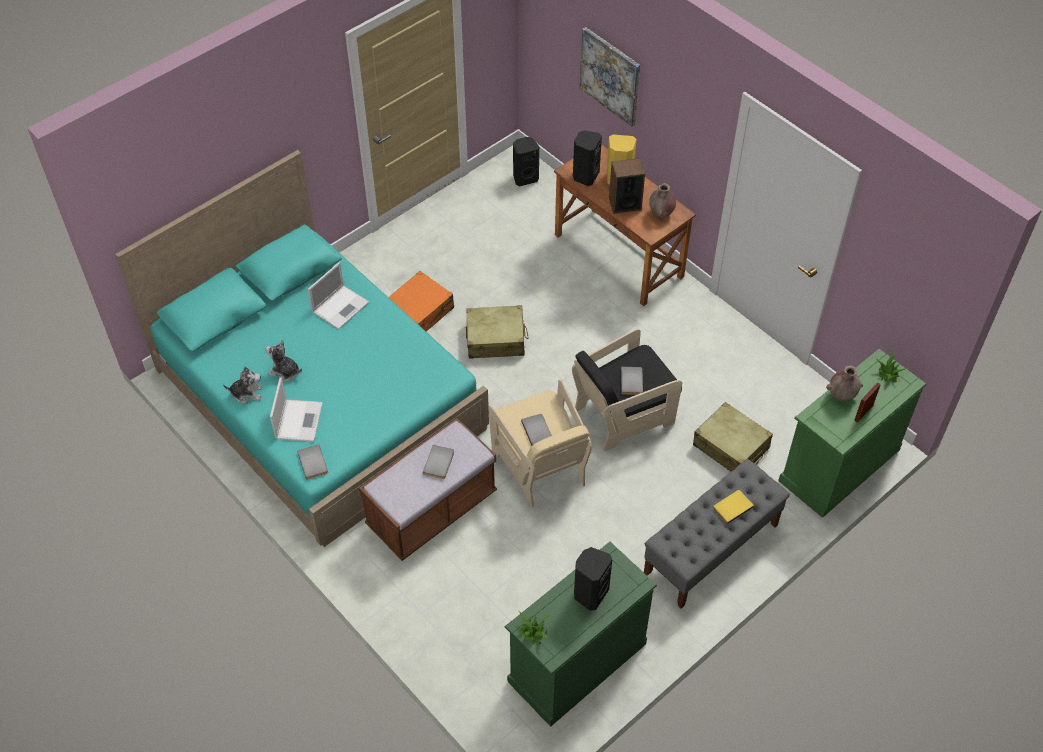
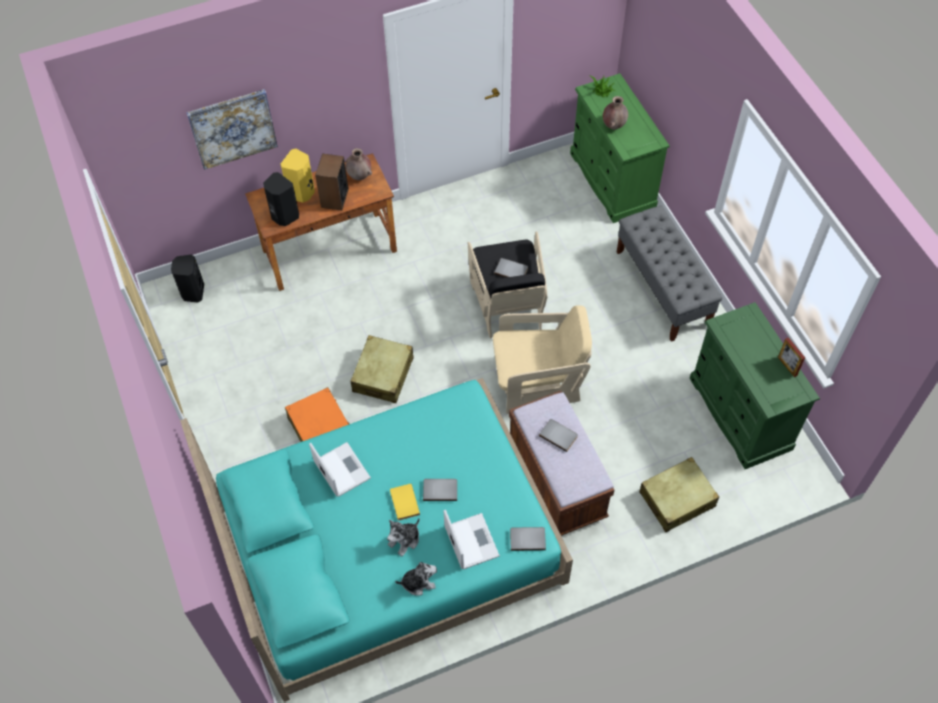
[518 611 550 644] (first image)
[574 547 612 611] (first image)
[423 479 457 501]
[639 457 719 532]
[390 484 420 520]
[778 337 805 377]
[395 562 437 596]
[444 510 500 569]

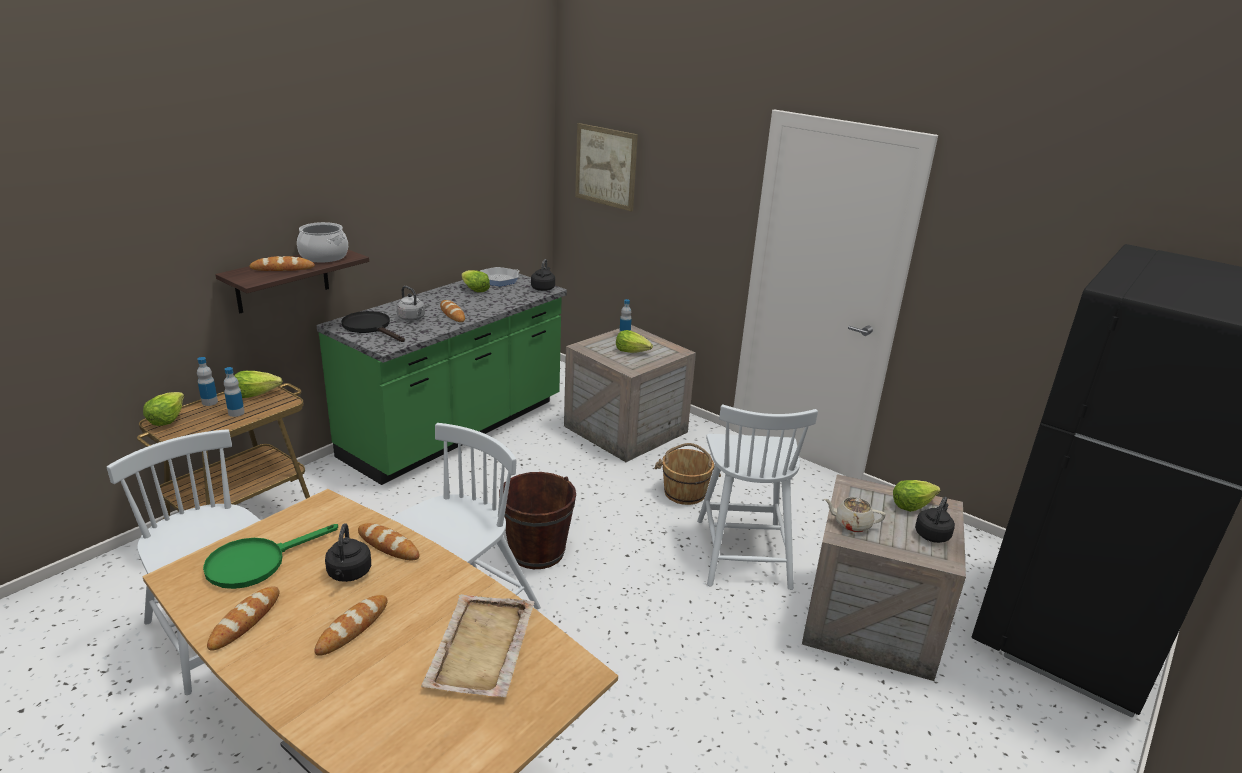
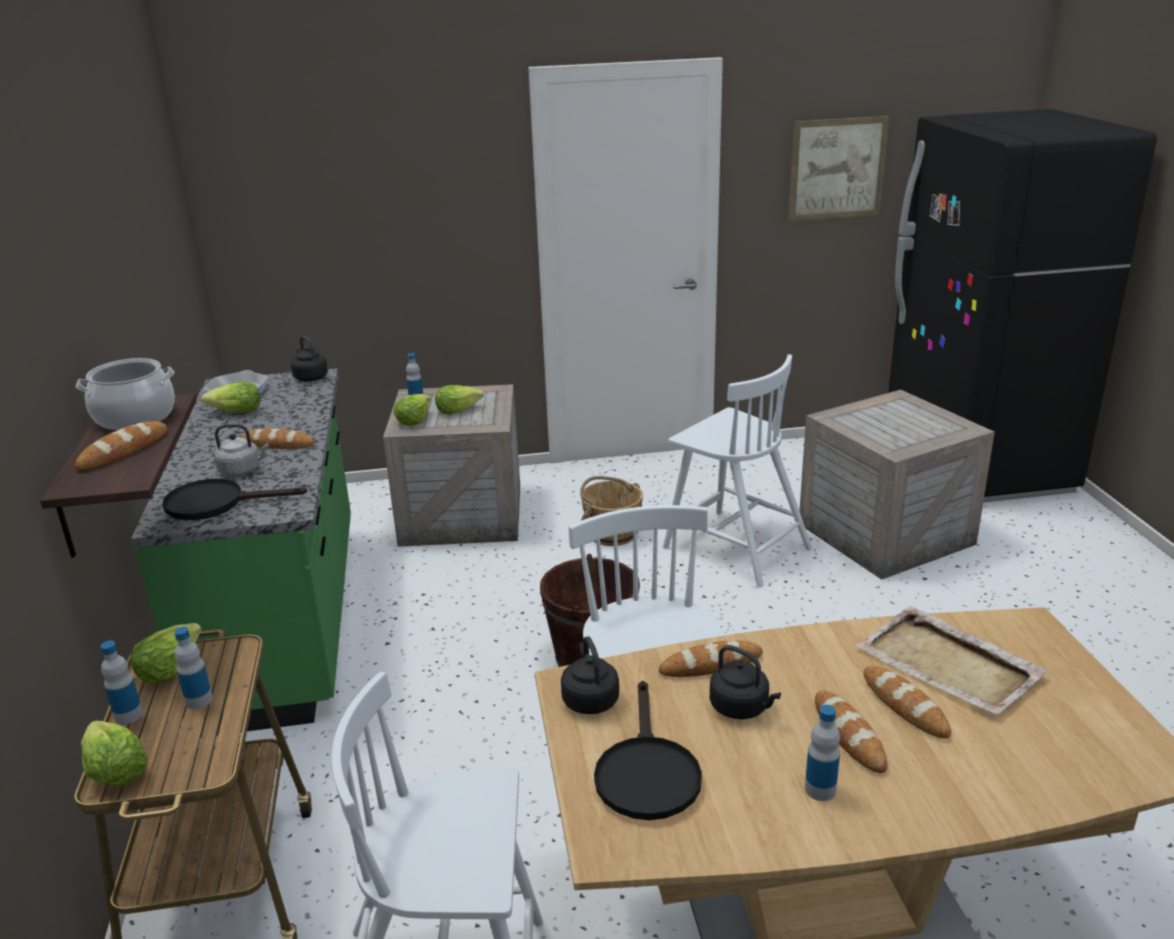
[824 497 886 532] (first image)
[805 705 840 801]
[864 666 951 739]
[788 116 889 221]
[394 394 430 426]
[561 636 619 714]
[594 681 702 820]

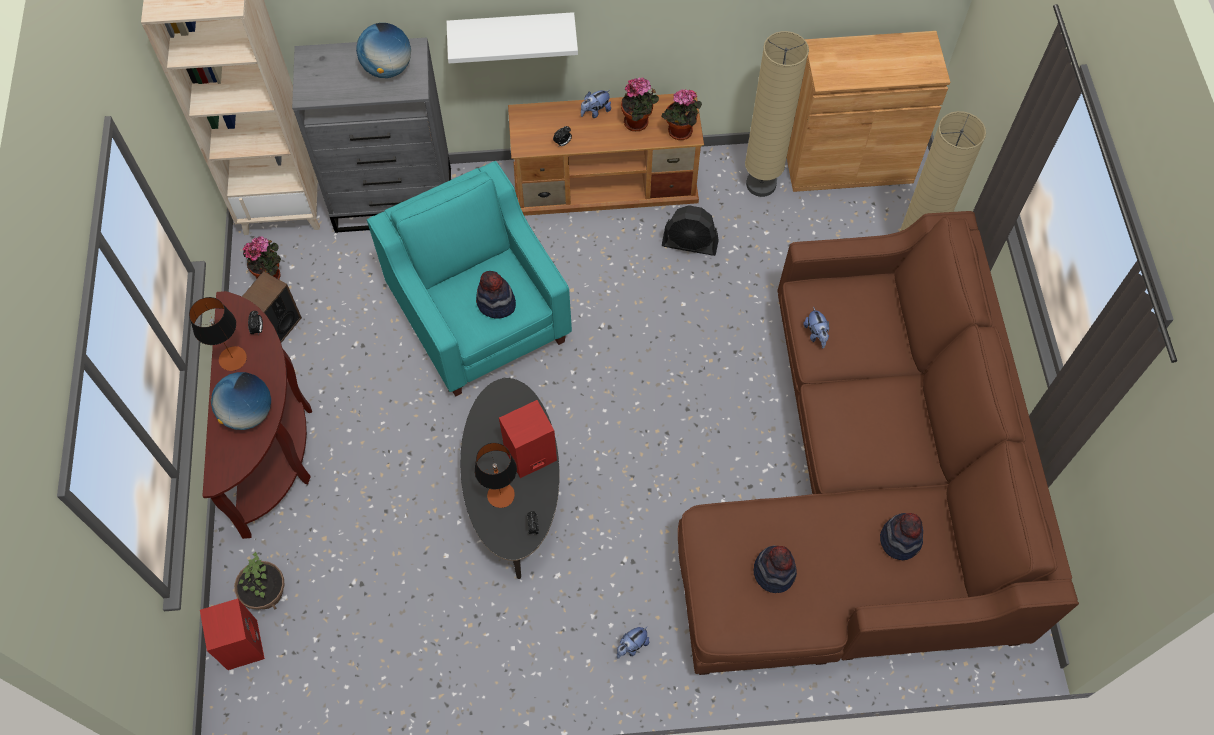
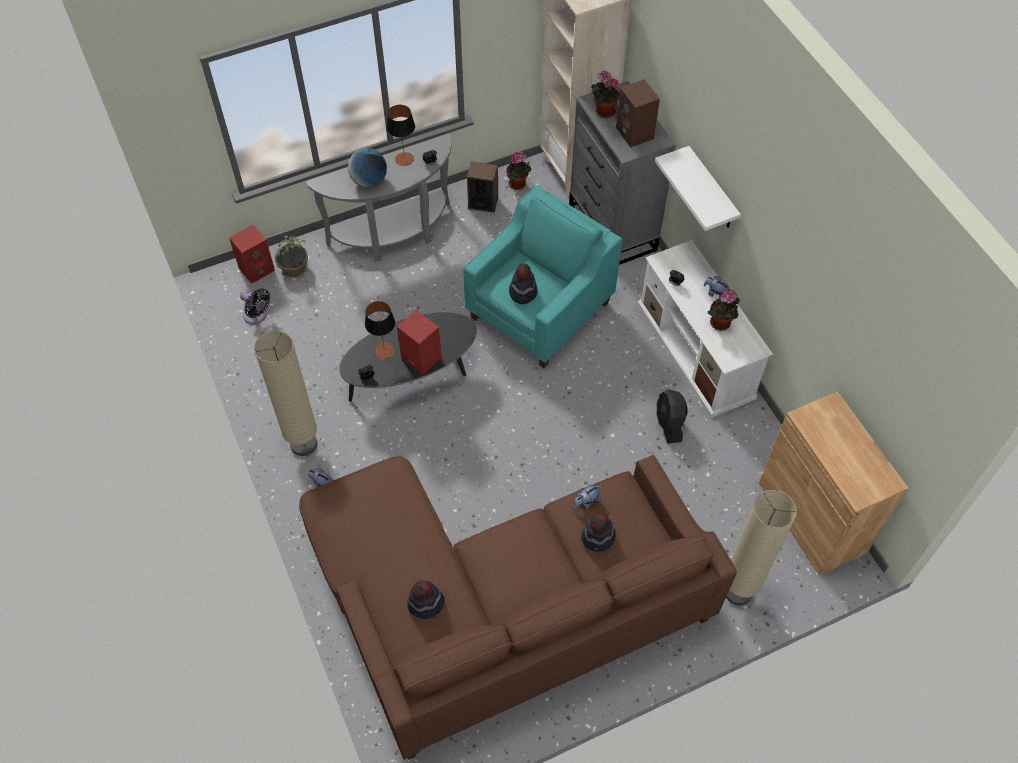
[240 288 270 324]
[591 70 619 118]
[254 331 317 456]
[581 513 616 552]
[616 79 660 148]
[306 134 452 262]
[637 240 773 418]

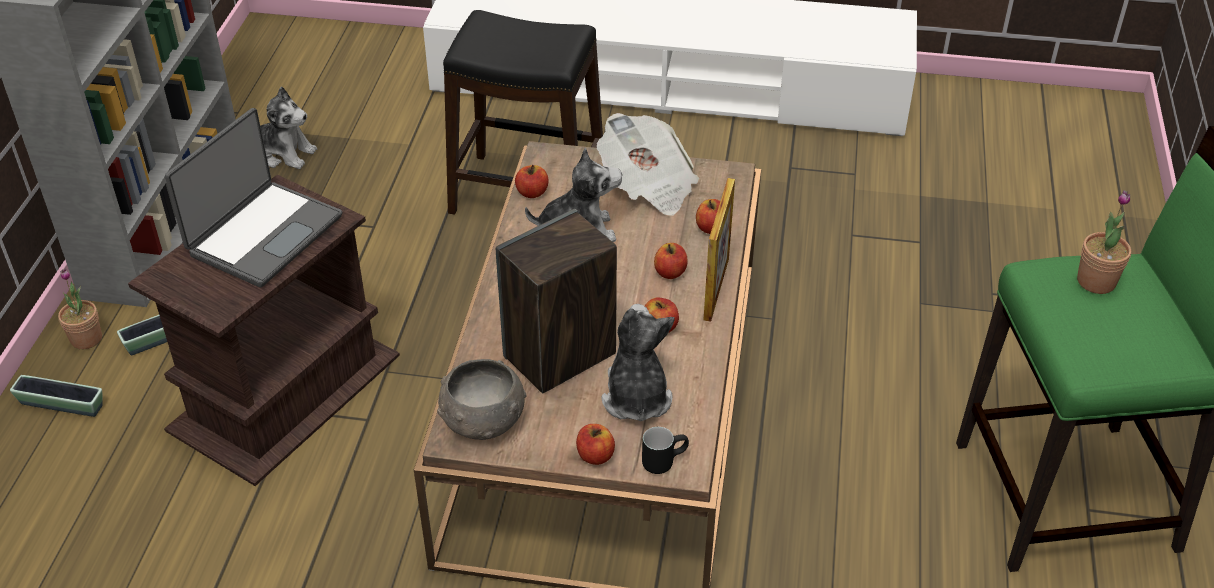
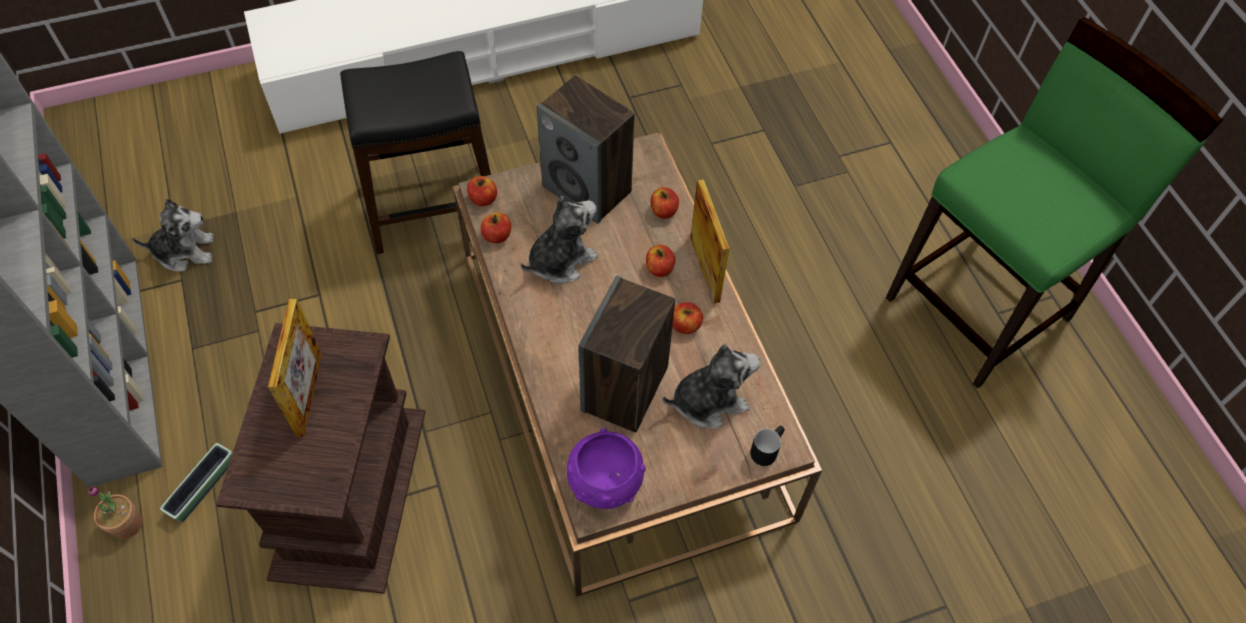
[10 375 102 417] (first image)
[1077 190 1131 294] (first image)
[467 176 497 206]
[268 299 322 437]
[537 76 635 224]
[567 428 646 509]
[663 344 760 428]

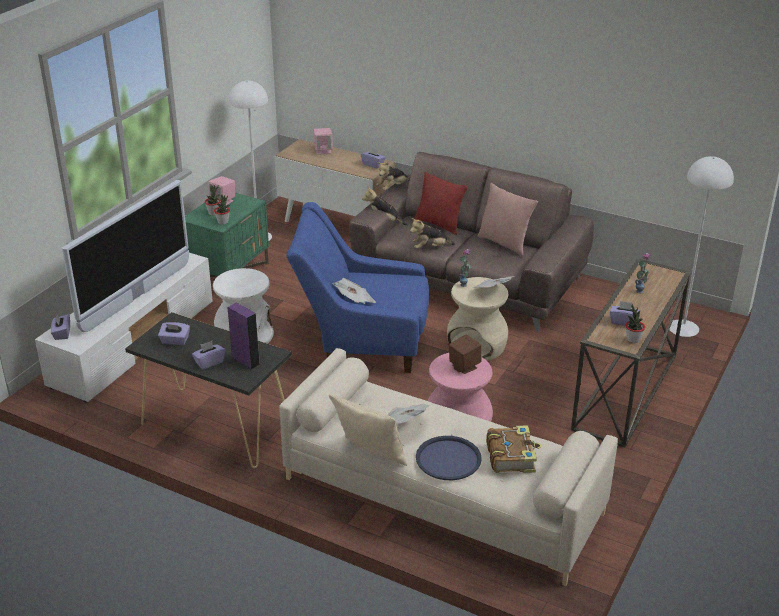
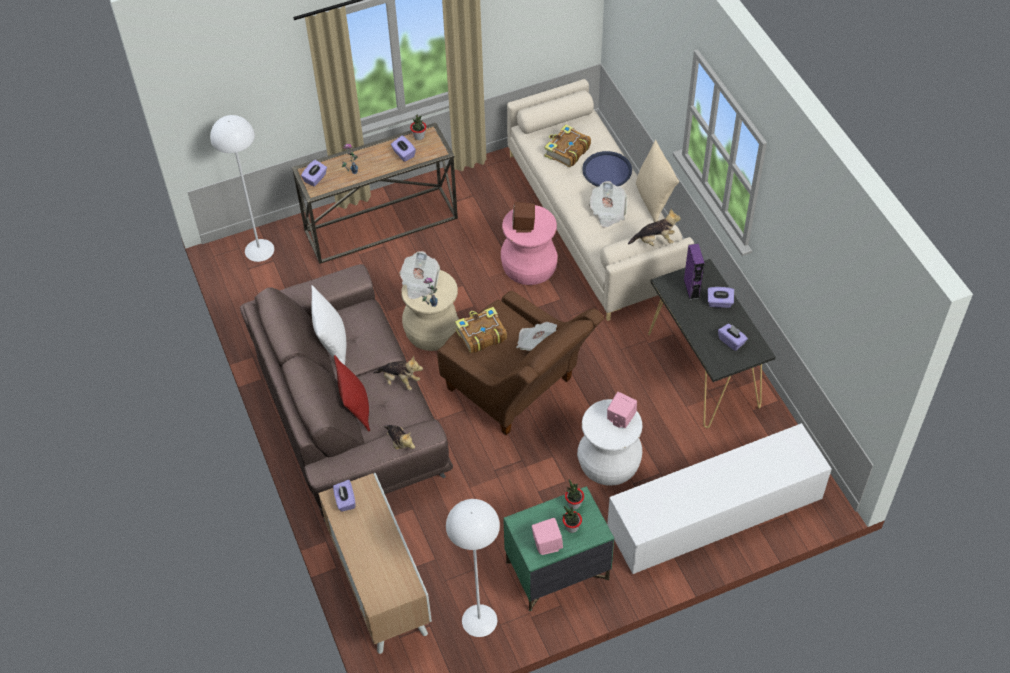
[62 180 189 332] (first image)
[455 307 507 353]
[301 160 327 187]
[607 392 637 428]
[628 209 681 246]
[437 291 604 435]
[311 285 346 365]

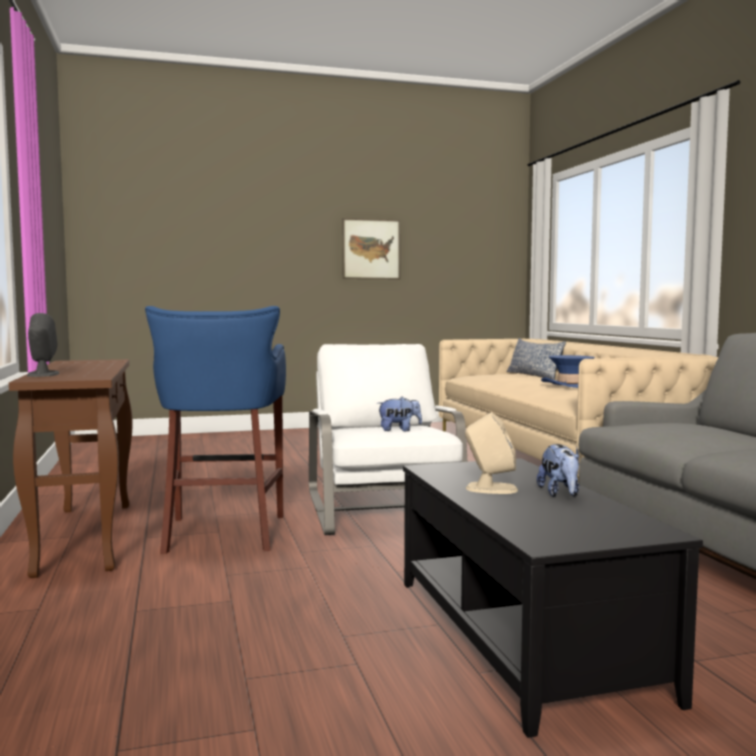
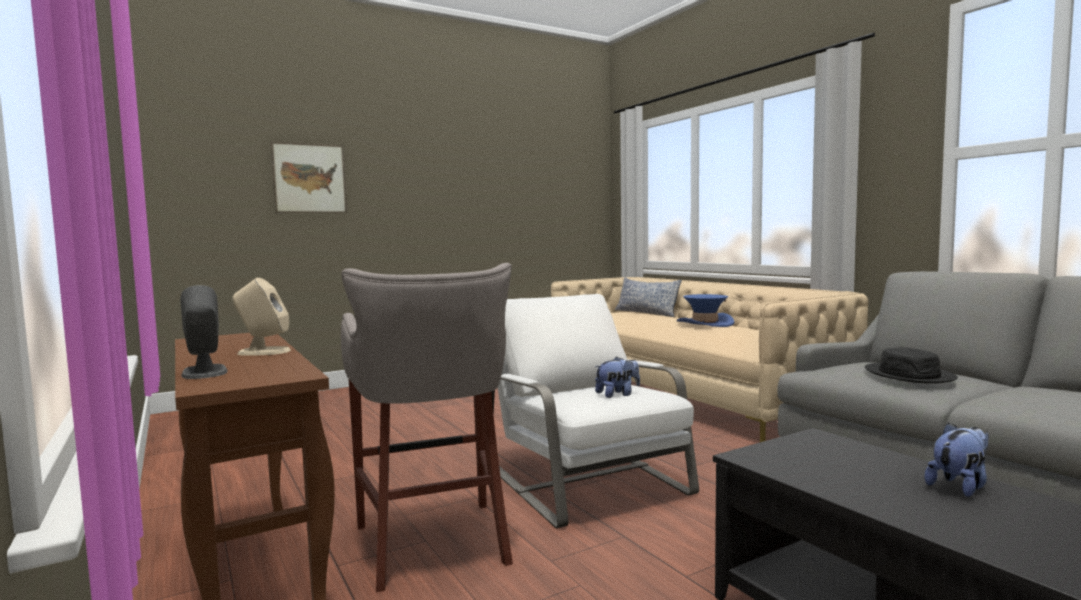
[865 347 958 384]
[270 141 347 213]
[232 278 291 356]
[341 263 513 592]
[925 422 988 497]

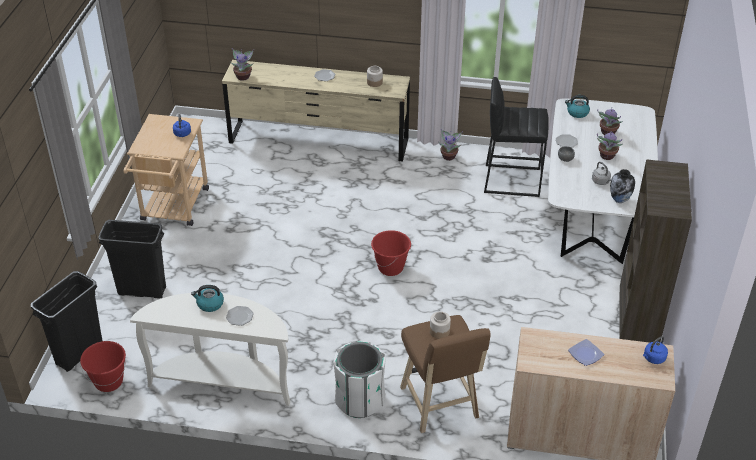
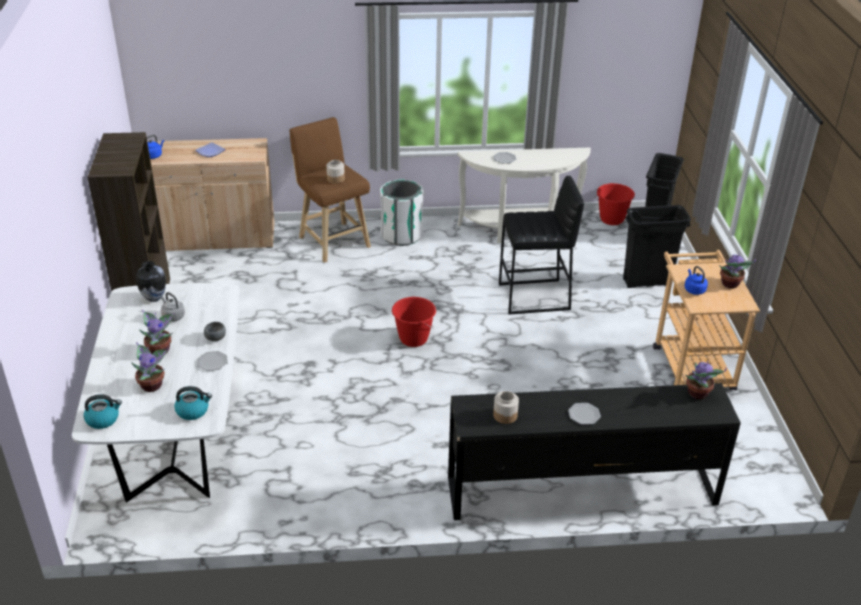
[84 394 122 429]
[719 253 756 288]
[499 176 584 314]
[448 383 741 520]

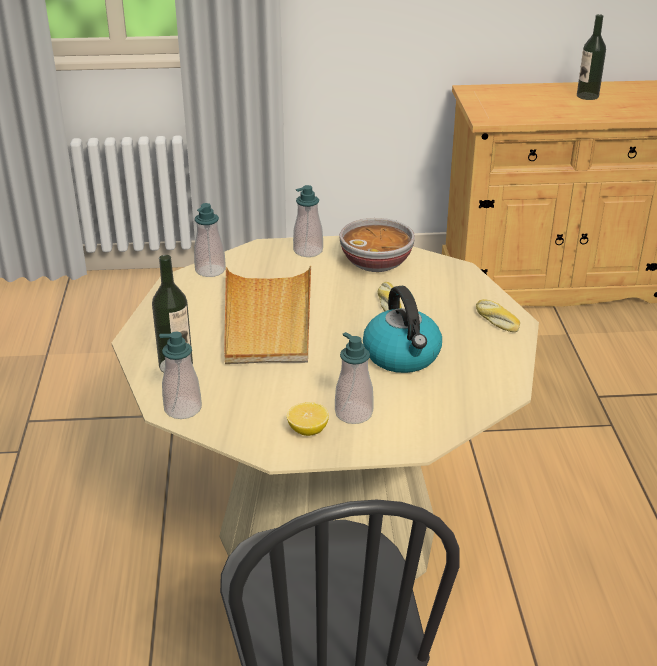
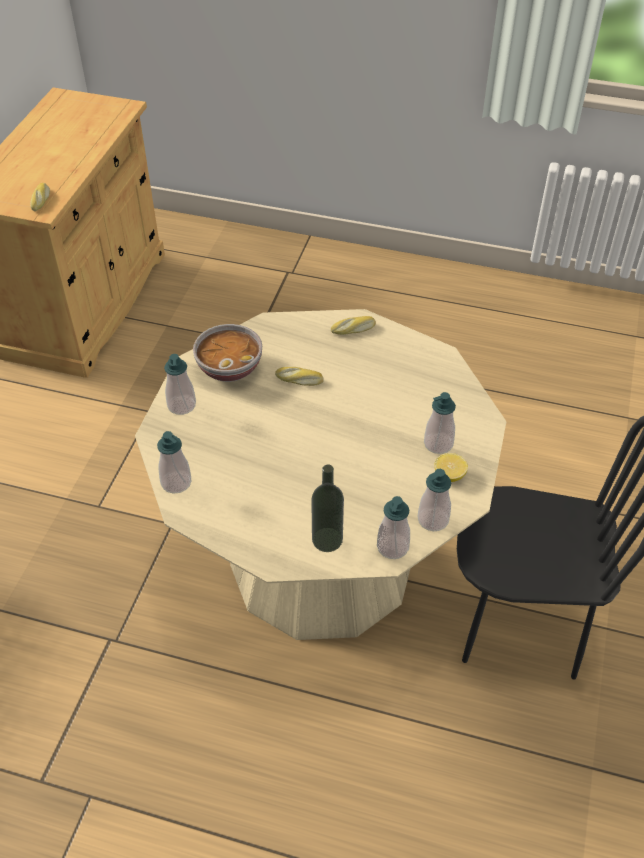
[224 266 311 364] (first image)
[363 286 442 373] (first image)
[577 14 606 100] (first image)
[30 183 50 211]
[417 469 451 531]

